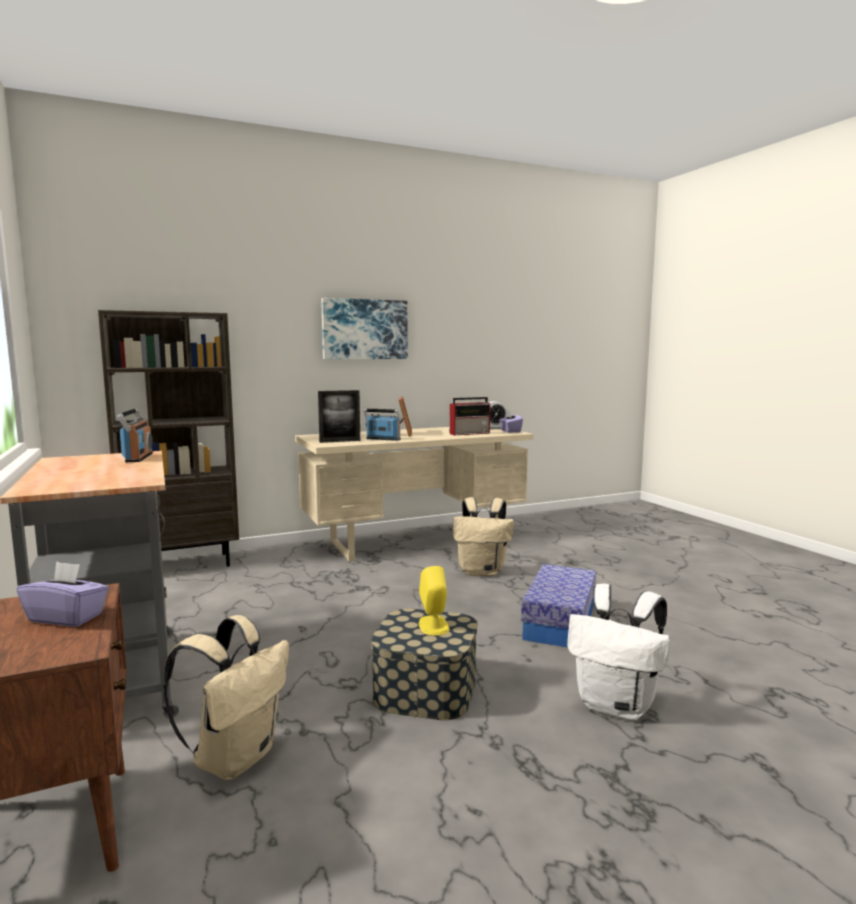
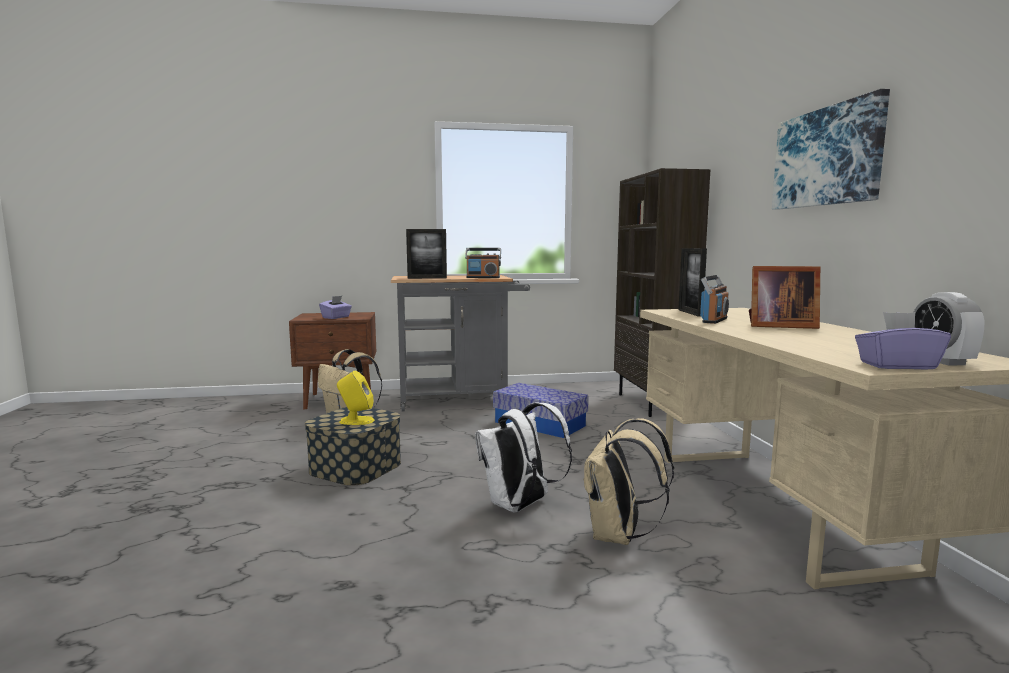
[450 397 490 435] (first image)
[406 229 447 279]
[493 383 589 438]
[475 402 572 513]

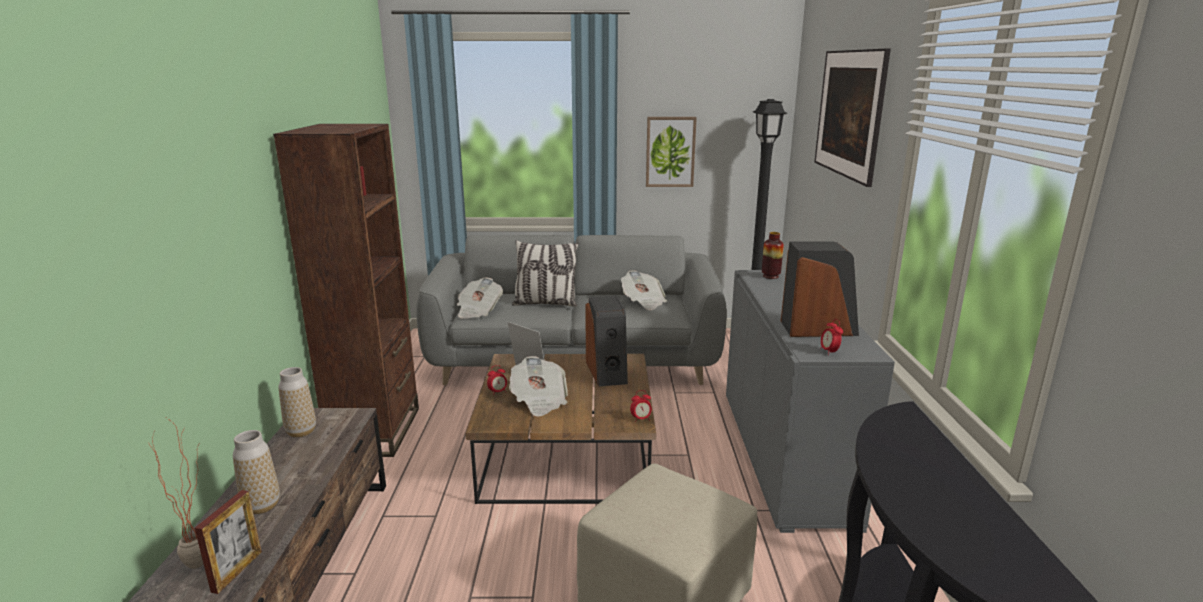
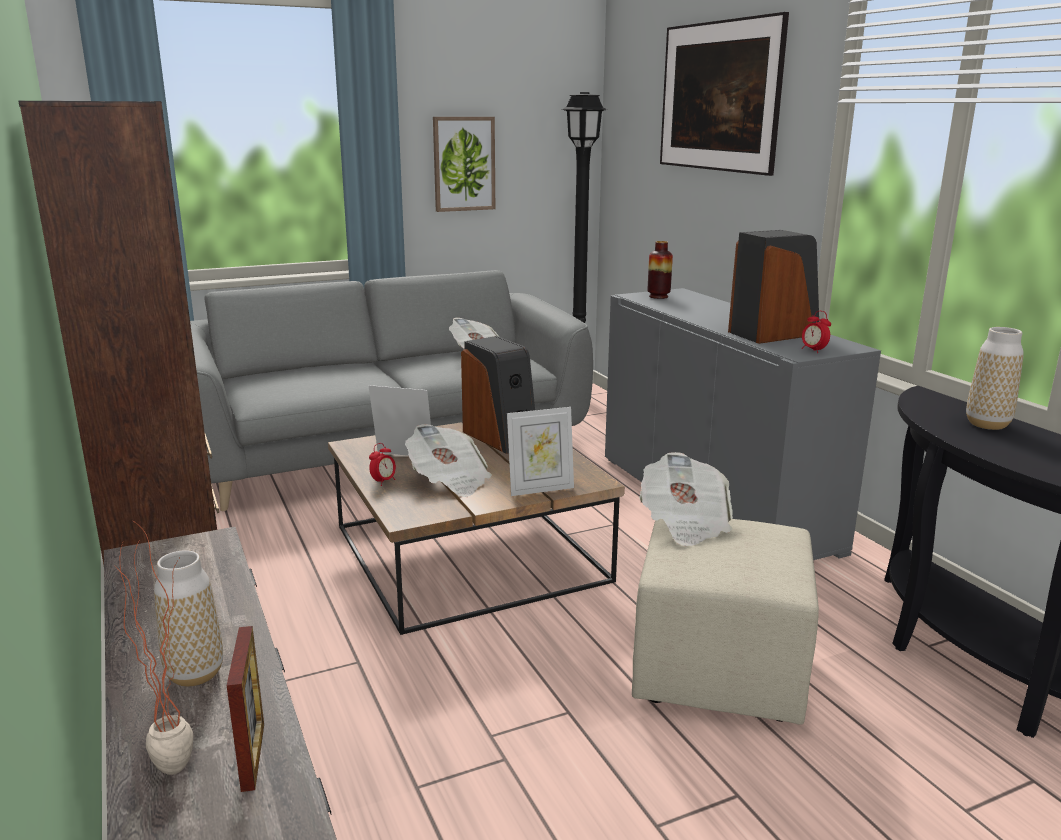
[512 240 579 307] (first image)
[630 390 652 422] (first image)
[507 407 574 496]
[966 327 1024 430]
[639 452 733 546]

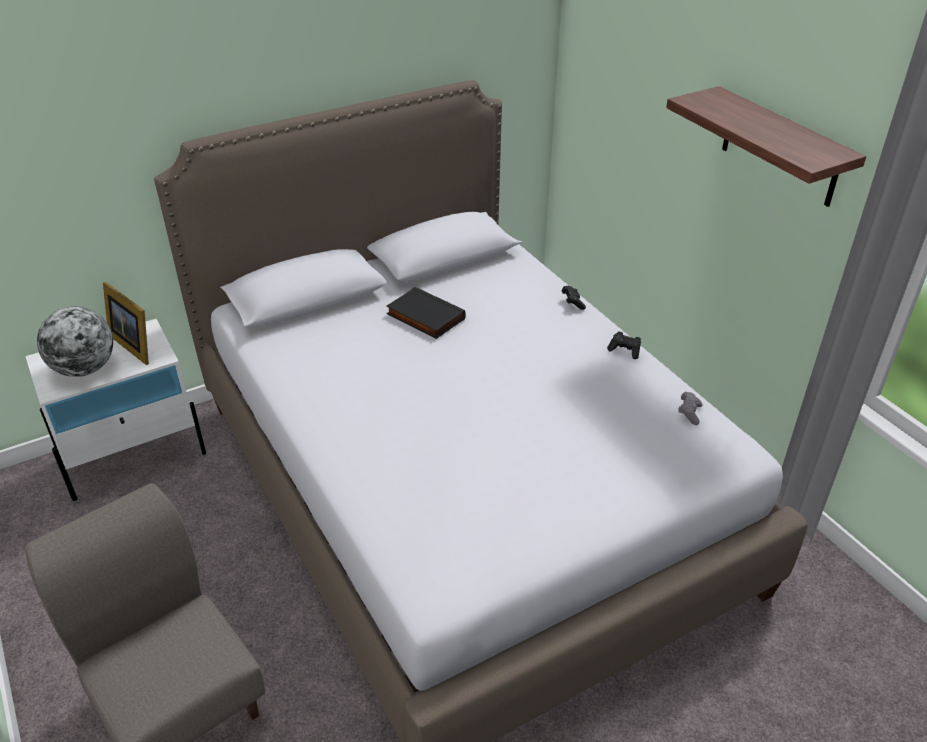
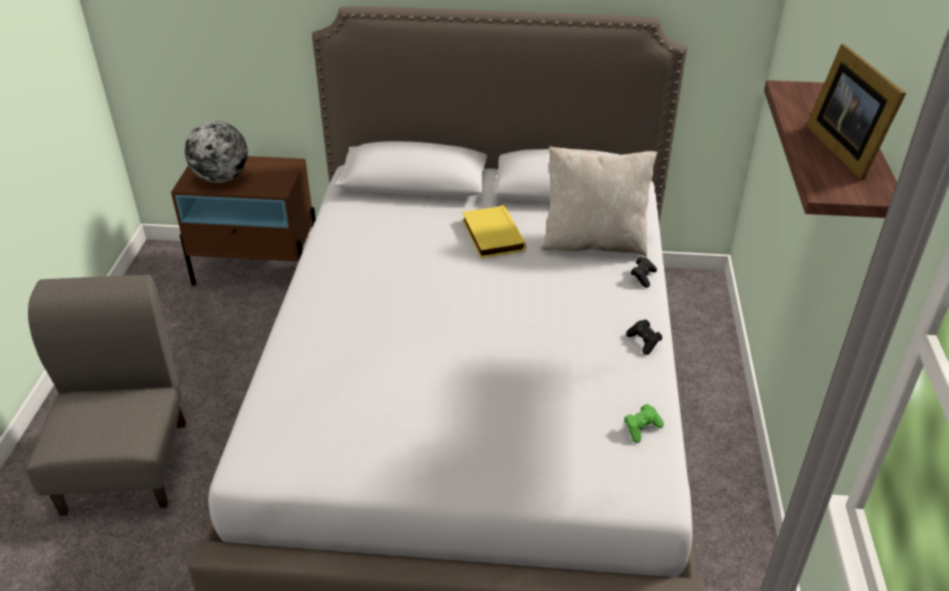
[541 146 657 257]
[806 44 906 180]
[171 156 316 286]
[462 205 526 258]
[624 404 664 443]

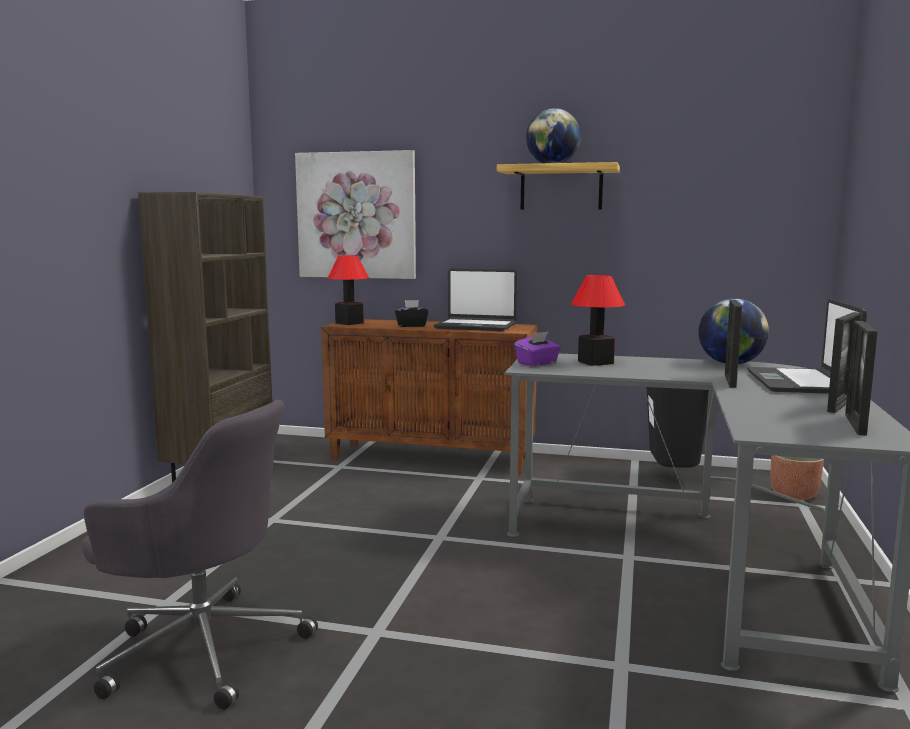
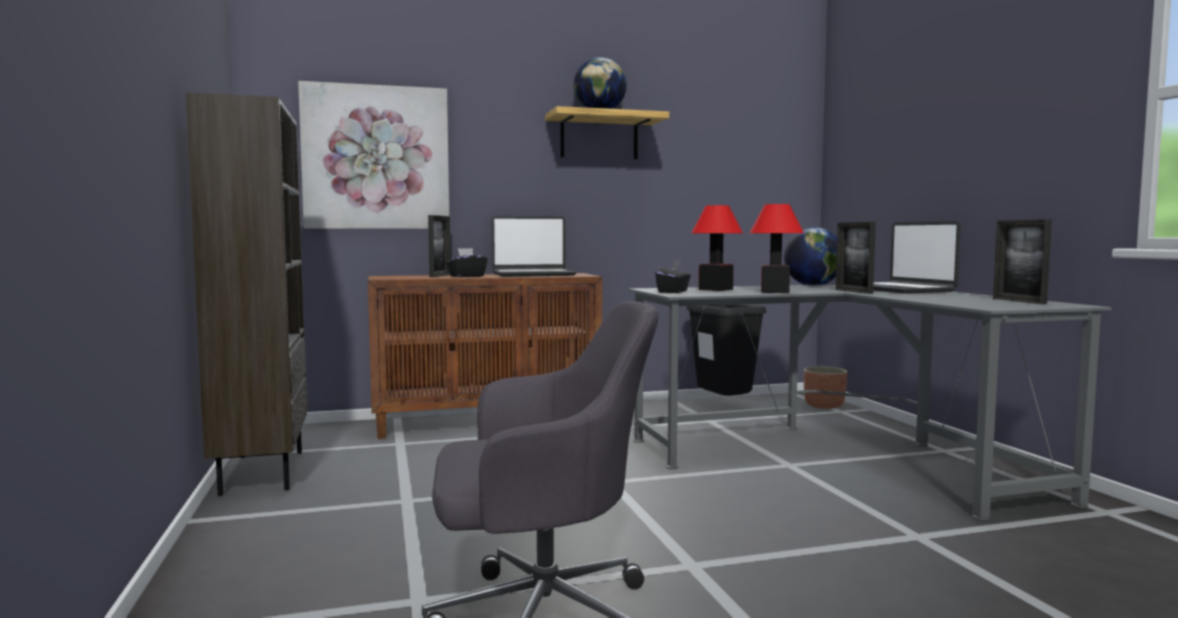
[750 204 804 293]
[428 215 451 277]
[655 260 691 293]

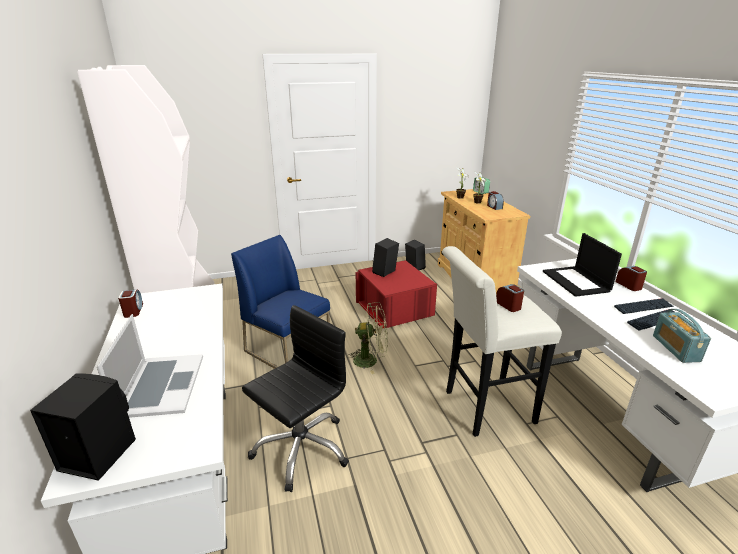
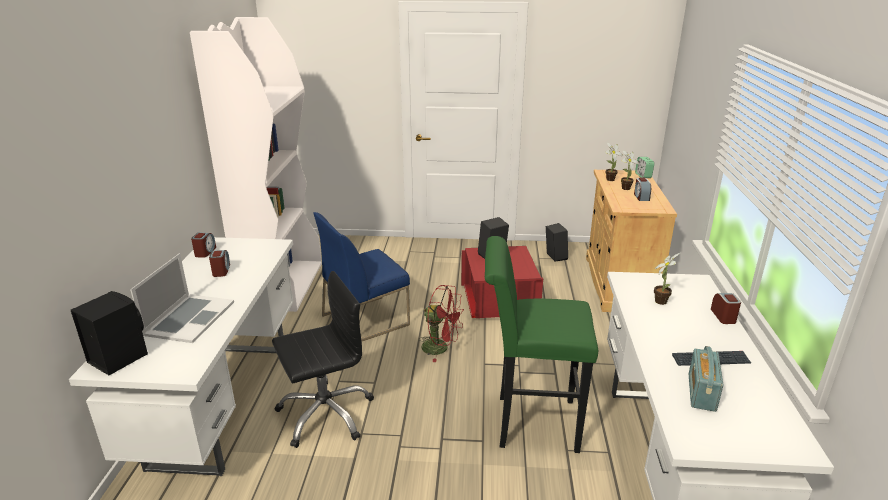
[614 298 673 314] (first image)
[209 250 230 277]
[654 253 680 305]
[418 285 464 362]
[485 236 598 453]
[313 212 410 341]

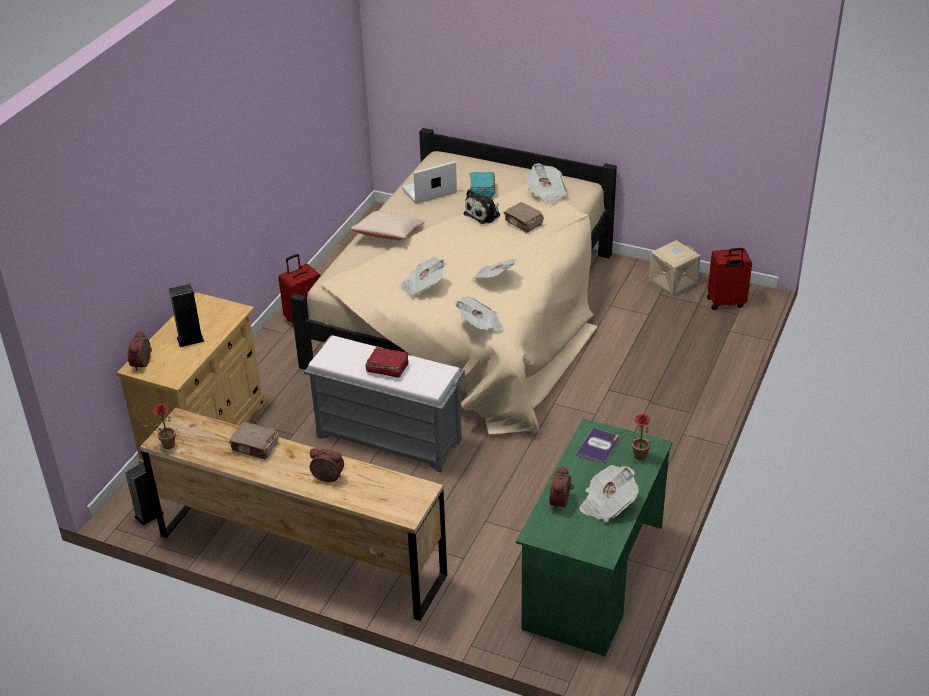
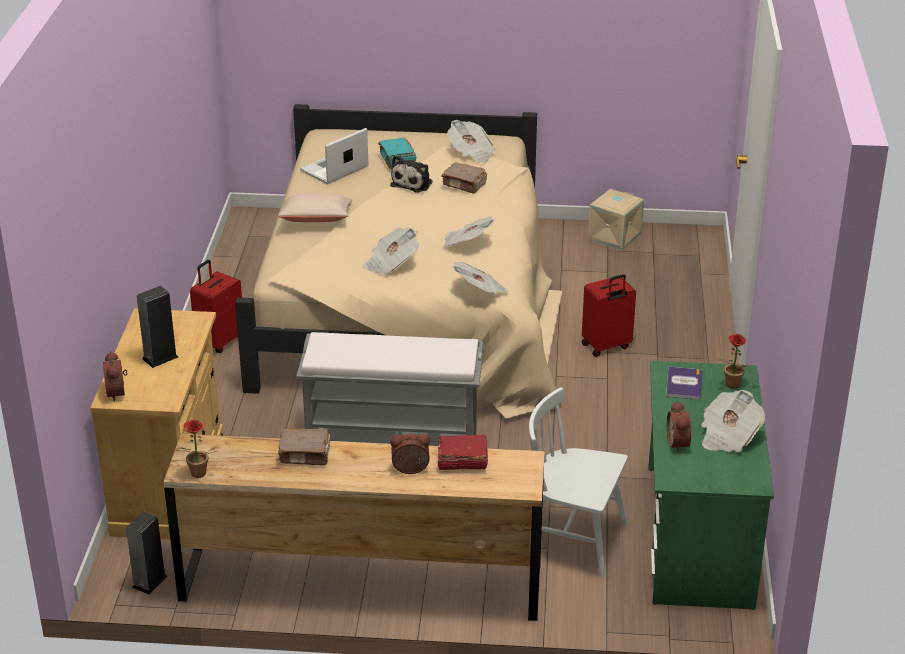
[529 387 628 578]
[437 435 488 470]
[582 274 636 357]

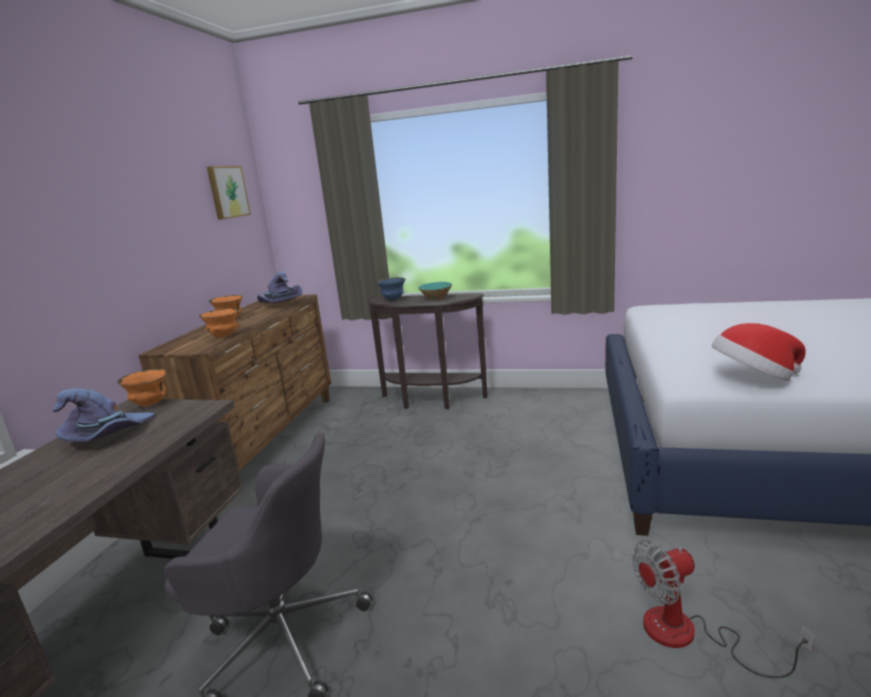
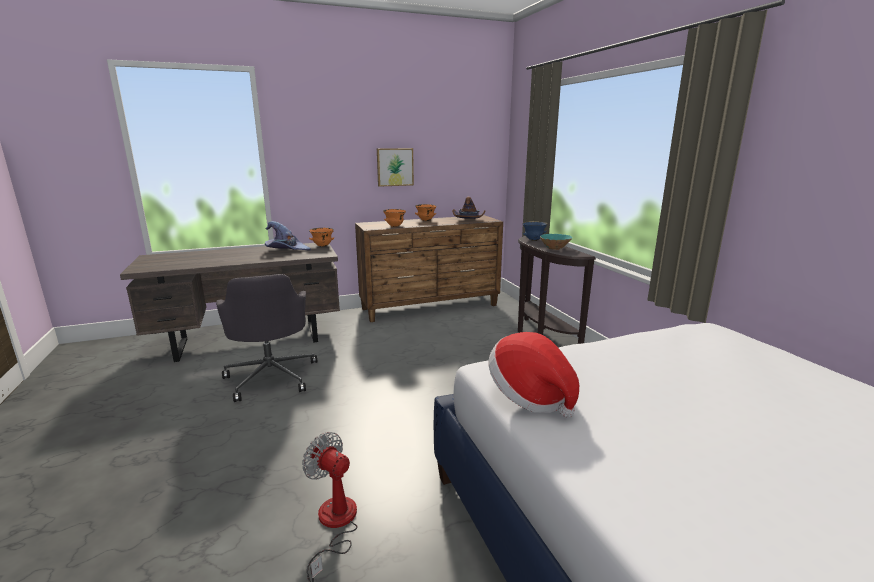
[377 148 414 187]
[452 197 486 219]

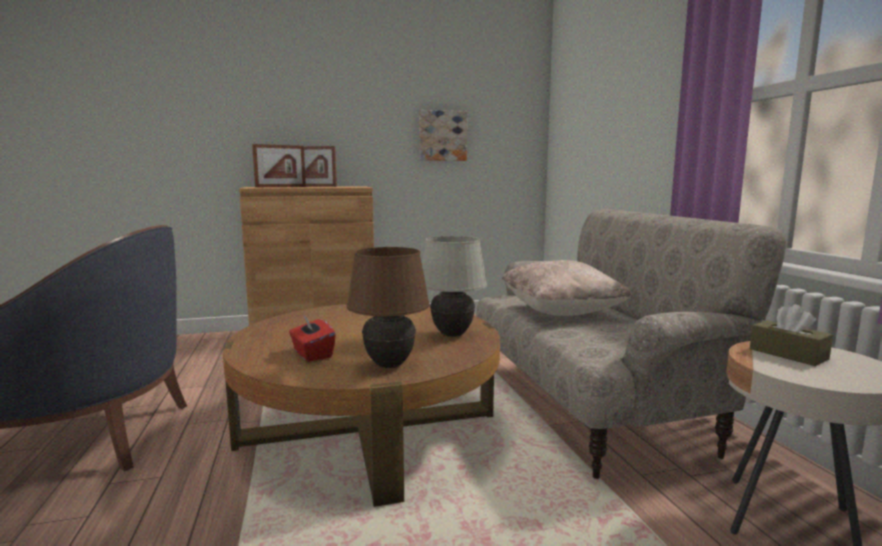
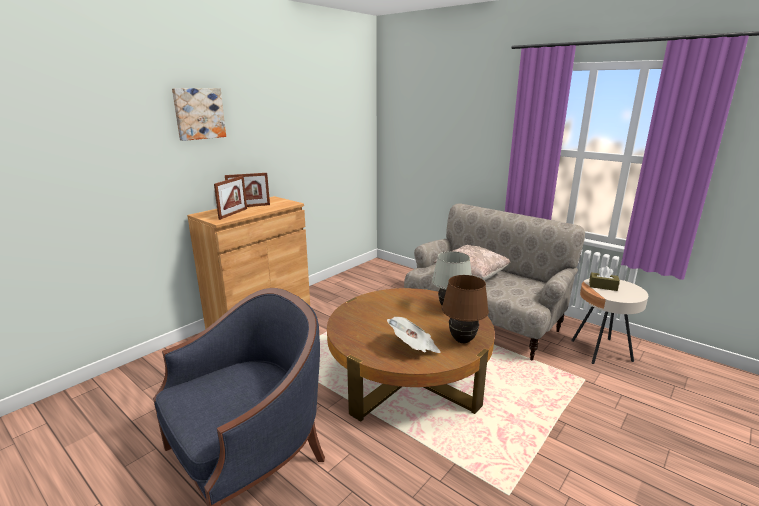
[172 88 226 141]
[387 317 441 353]

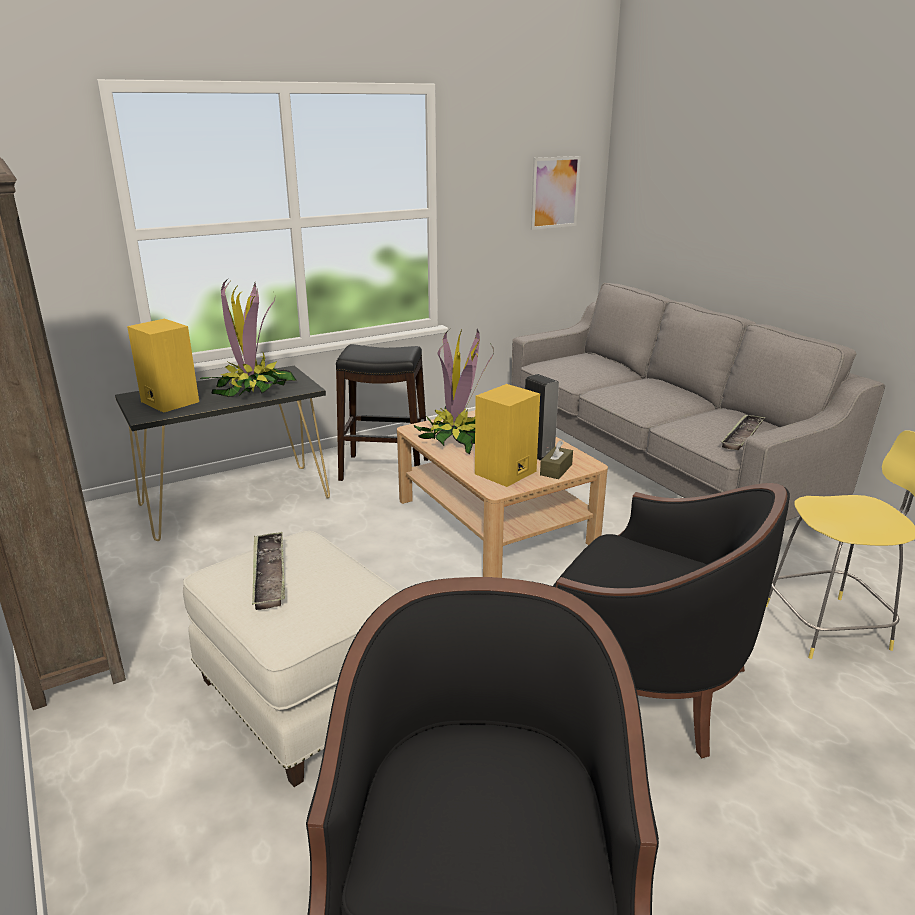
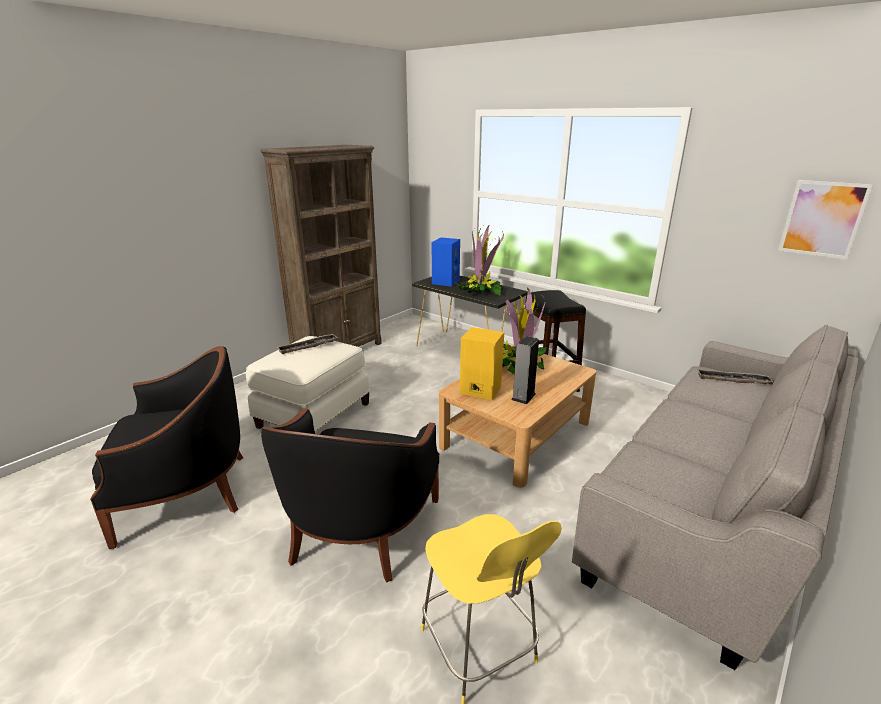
[540 441 573 479] (first image)
[698 369 773 384]
[432 237 460 287]

